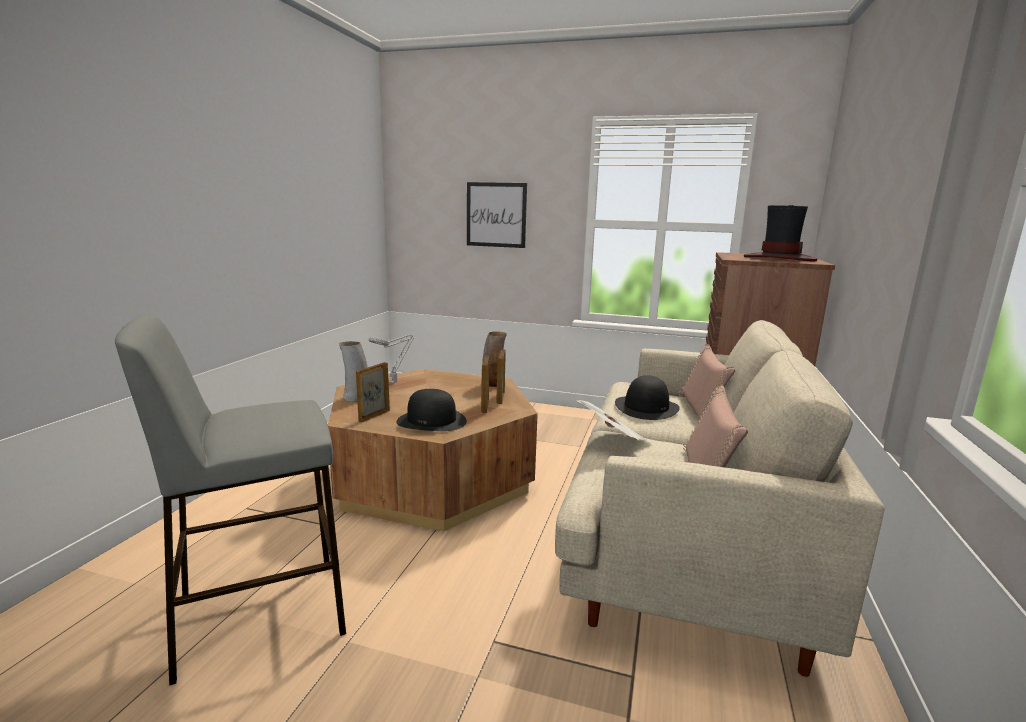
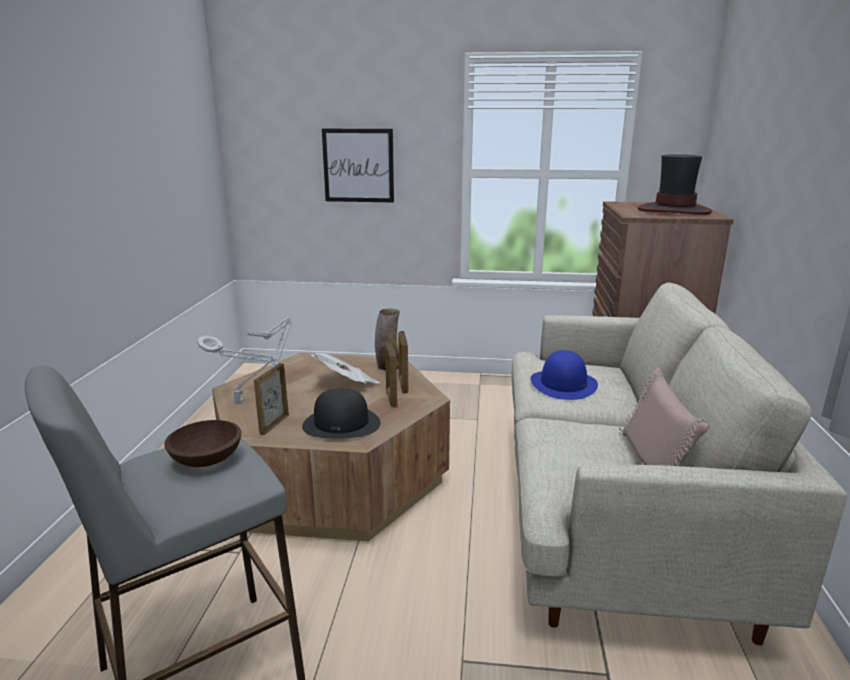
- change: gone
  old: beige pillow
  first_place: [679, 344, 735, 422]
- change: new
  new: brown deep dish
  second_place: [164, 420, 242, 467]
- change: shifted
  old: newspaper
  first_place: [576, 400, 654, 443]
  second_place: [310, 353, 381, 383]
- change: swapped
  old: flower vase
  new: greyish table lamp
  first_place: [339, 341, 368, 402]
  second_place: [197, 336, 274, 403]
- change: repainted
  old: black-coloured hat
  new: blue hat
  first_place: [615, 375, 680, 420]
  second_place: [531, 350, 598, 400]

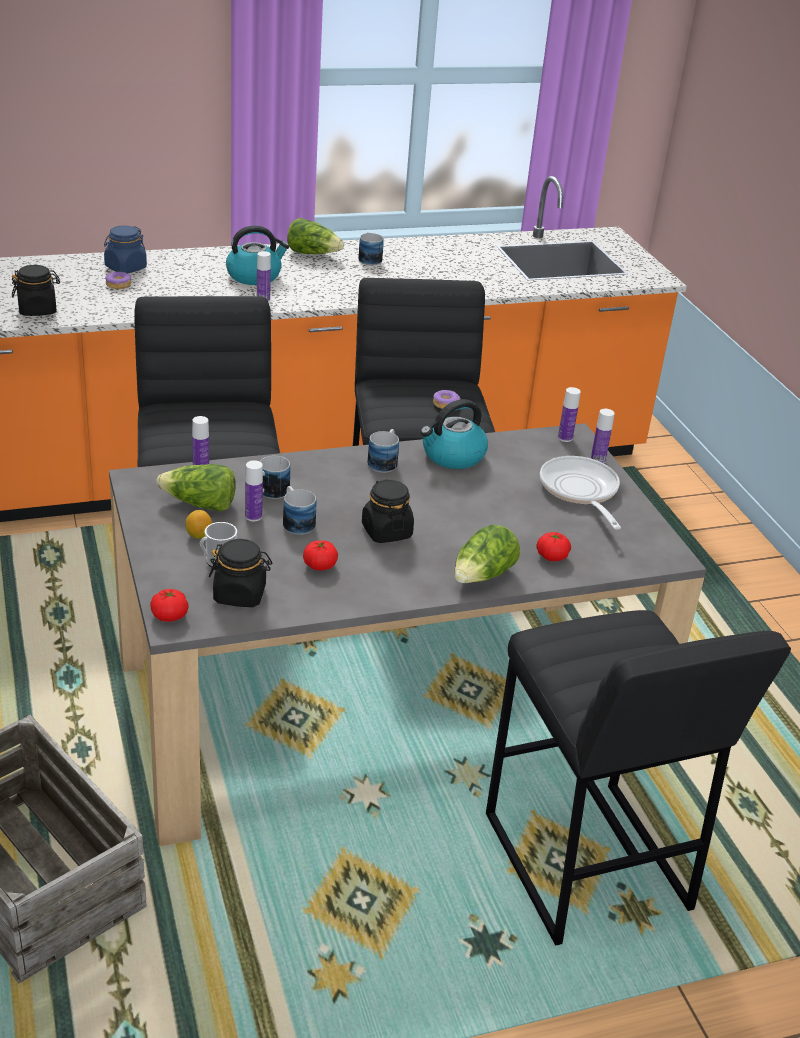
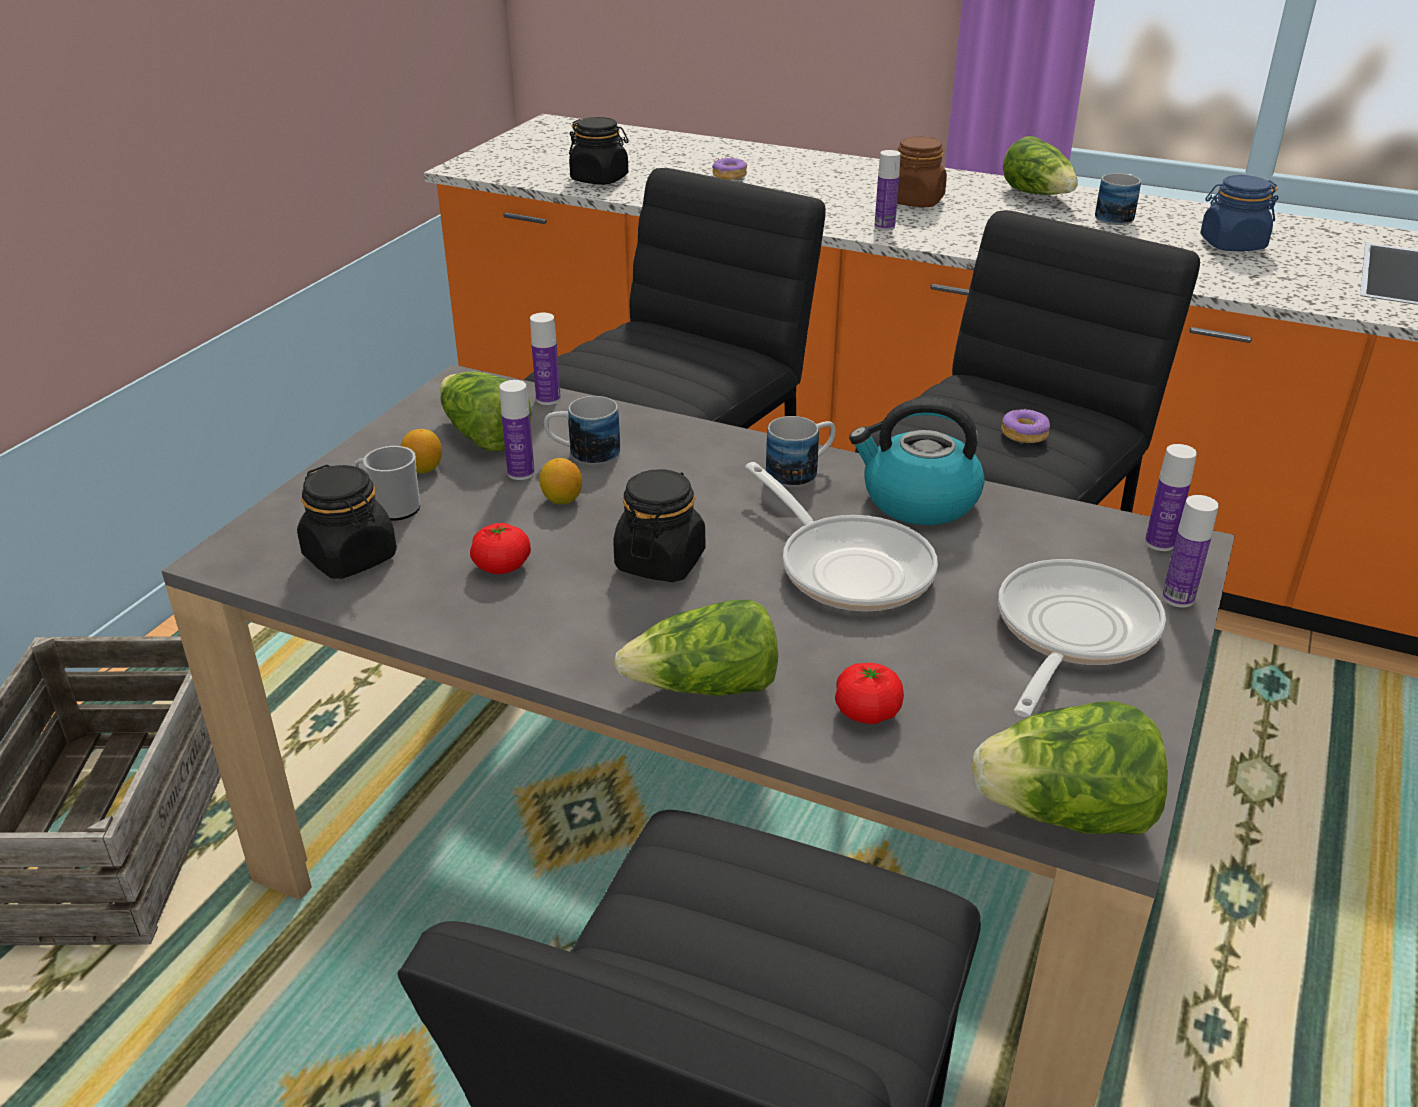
- change: gone
  old: tomato
  first_place: [150, 589, 189, 622]
- change: new
  new: skillet
  second_place: [745, 462, 938, 612]
- change: new
  new: lettuce head
  second_place: [972, 701, 1168, 835]
- change: shifted
  old: blue storage jar
  first_place: [104, 226, 147, 273]
  second_place: [1200, 175, 1279, 251]
- change: swapped
  old: tea kettle
  new: brown storage jar
  first_place: [226, 225, 289, 285]
  second_place: [897, 136, 947, 207]
- change: swapped
  old: mug
  new: citrus fruit
  first_place: [283, 486, 316, 535]
  second_place: [539, 458, 582, 504]

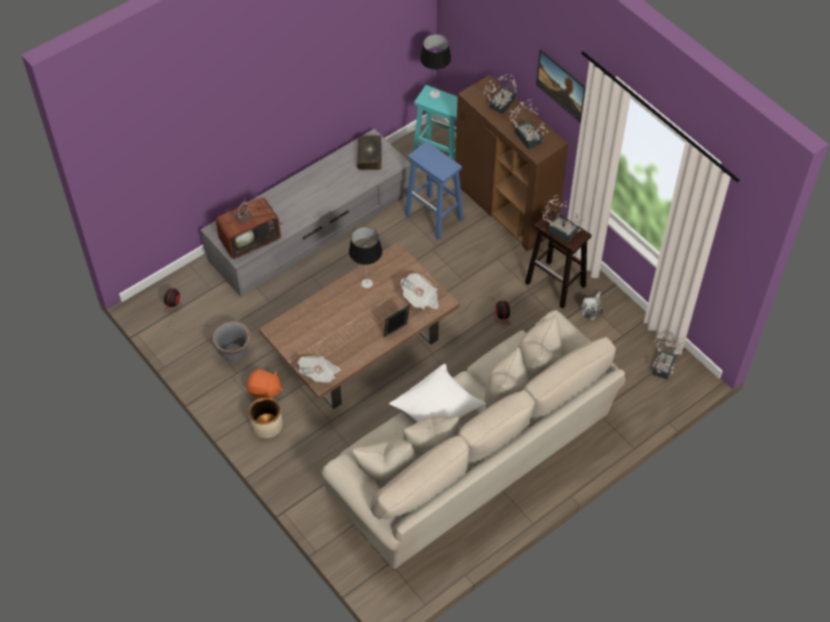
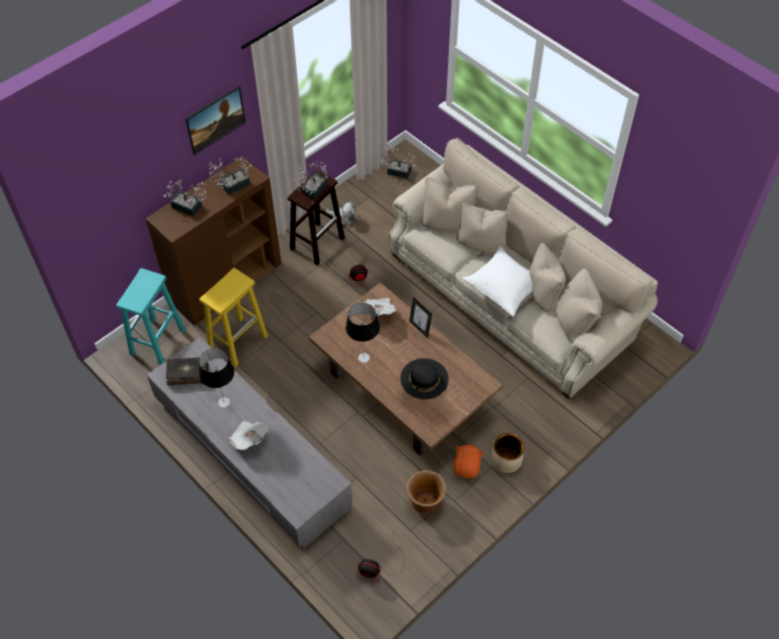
- change: gone
  old: TV set
  first_place: [216, 185, 283, 259]
- change: new
  new: black-coloured hat
  second_place: [400, 358, 449, 399]
- change: shifted
  old: newspaper
  first_place: [298, 356, 341, 383]
  second_place: [229, 421, 269, 450]
- change: shifted
  old: table lamp
  first_place: [420, 34, 451, 98]
  second_place: [199, 348, 234, 407]
- change: repainted
  old: greyish flower pot
  new: brown flower pot
  first_place: [213, 321, 251, 362]
  second_place: [406, 470, 446, 513]
- change: repainted
  old: blue stool seat
  new: yellow-coloured stool seat
  first_place: [405, 141, 463, 240]
  second_place: [199, 268, 268, 367]

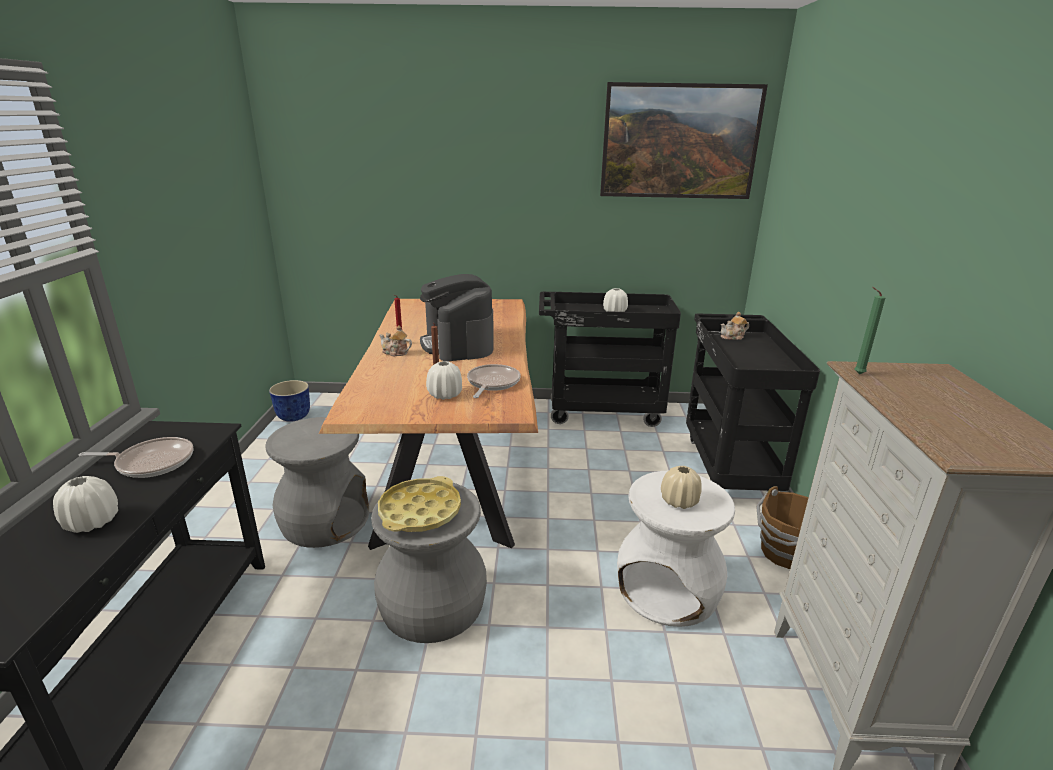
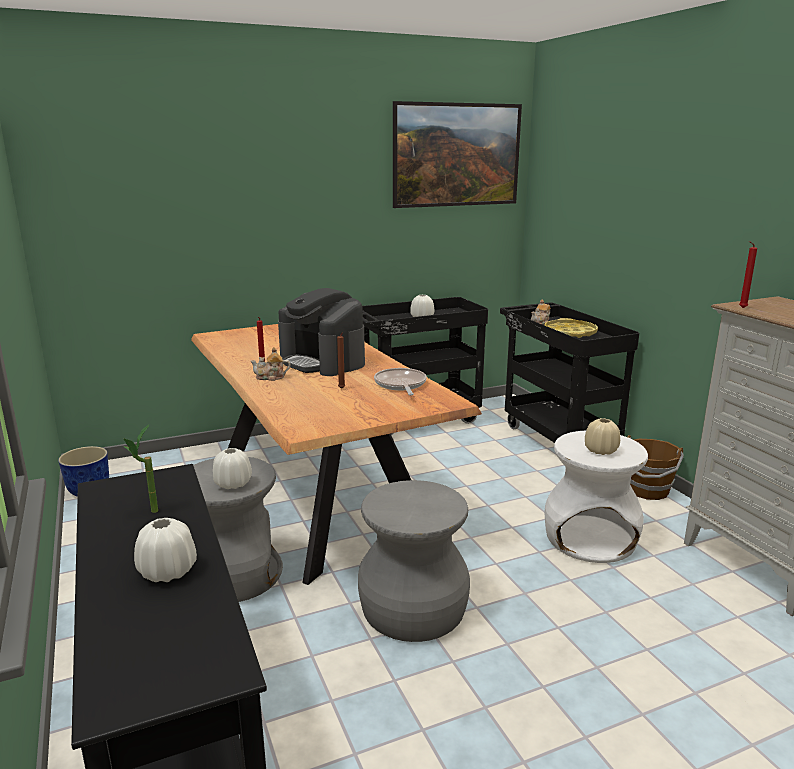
- change: shifted
  old: yellow-coloured tray
  first_place: [378, 476, 461, 532]
  second_place: [544, 318, 598, 338]
- change: shifted
  old: white flower vase
  first_place: [426, 361, 462, 400]
  second_place: [213, 448, 252, 489]
- change: swapped
  old: skillet
  new: plant in a pot
  first_place: [79, 437, 193, 478]
  second_place: [124, 424, 158, 513]
- change: repainted
  old: greenish wax light
  new: reddish wax light
  first_place: [854, 287, 885, 374]
  second_place: [739, 241, 757, 308]

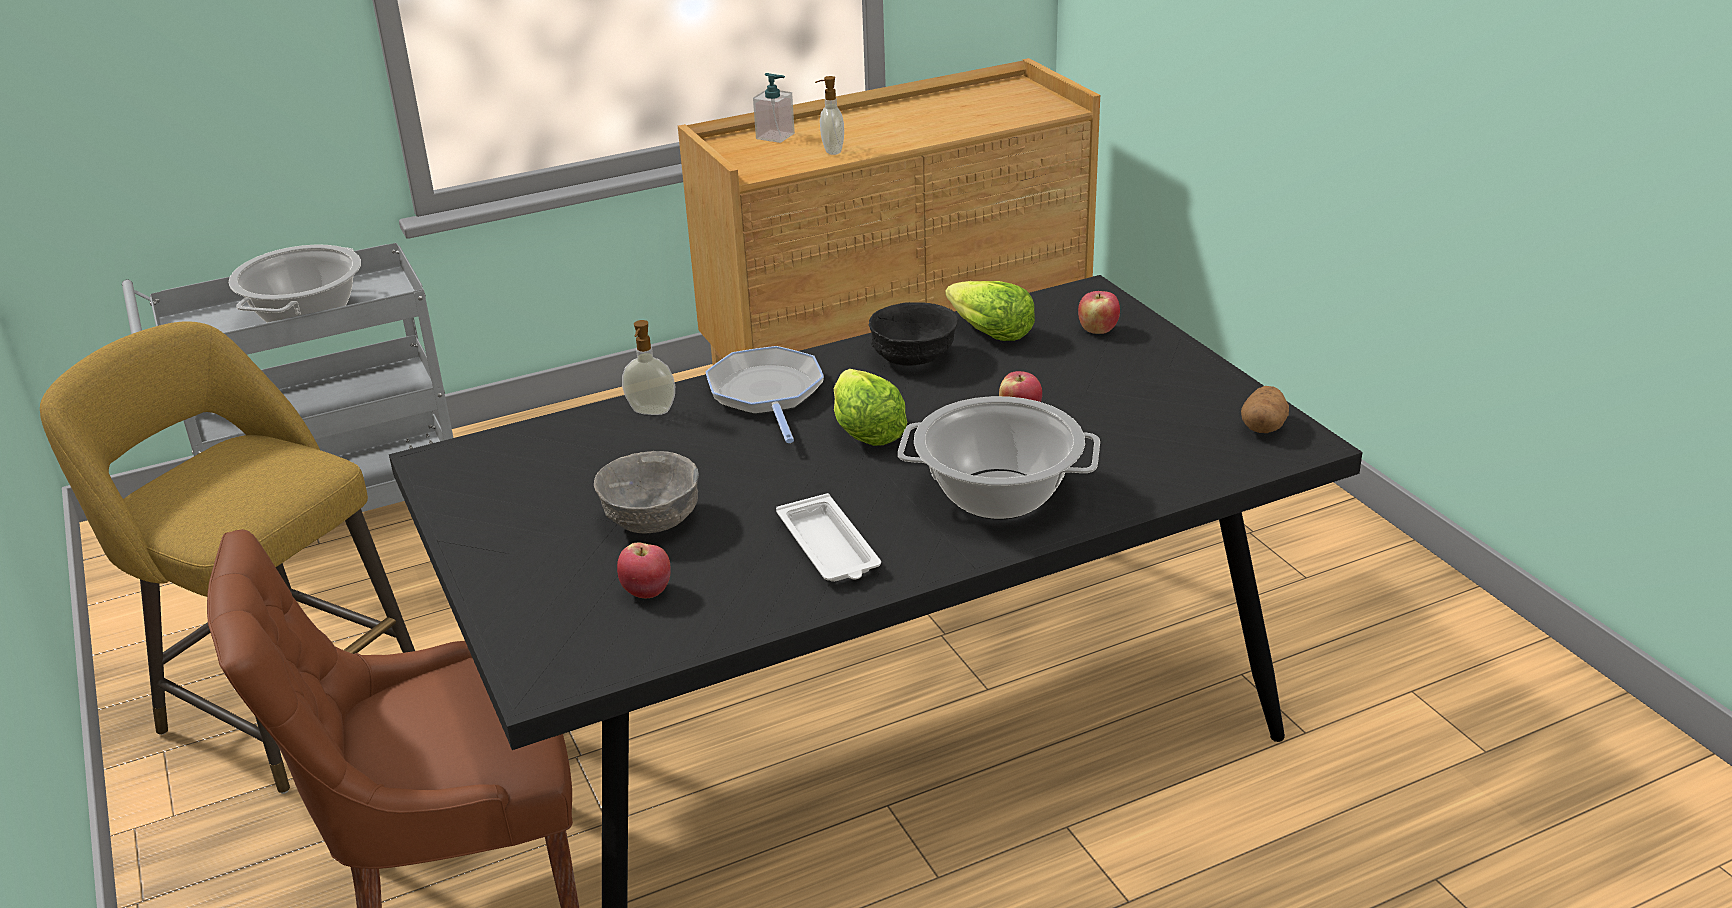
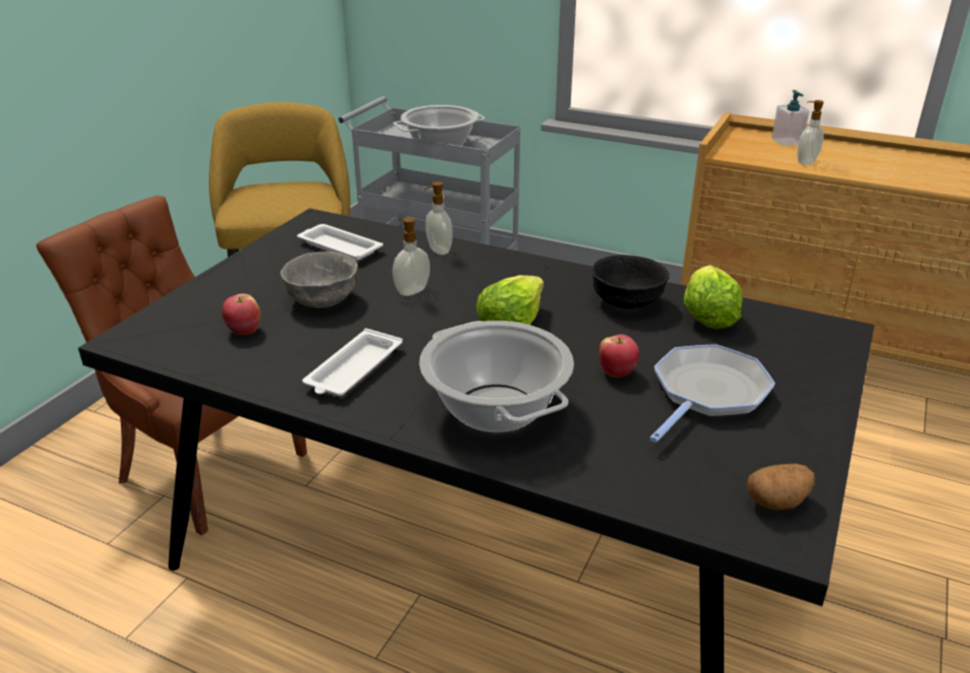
- change: gone
  old: apple fruit
  first_place: [1078, 291, 1120, 334]
- change: new
  new: white tray
  second_place: [297, 224, 383, 261]
- change: new
  new: soap bottle
  second_place: [393, 217, 430, 296]
- change: shifted
  old: skillet
  first_place: [705, 346, 824, 443]
  second_place: [650, 344, 775, 442]

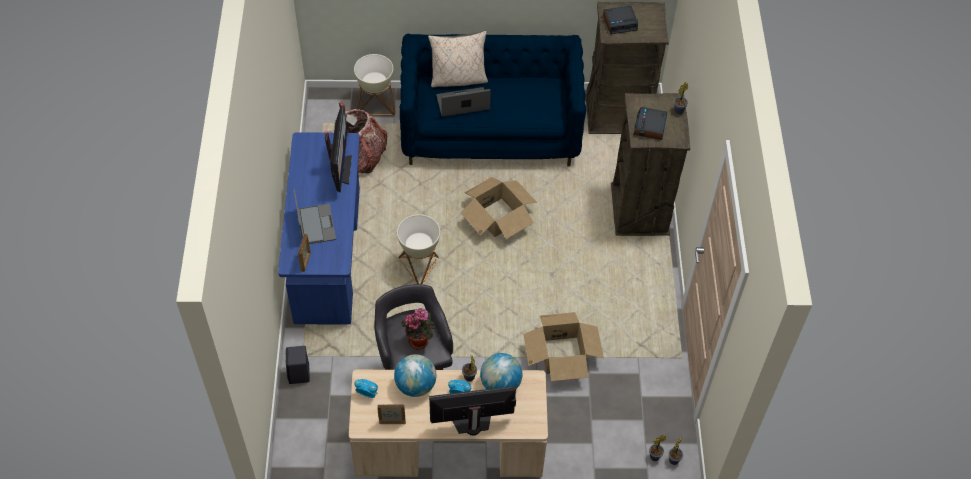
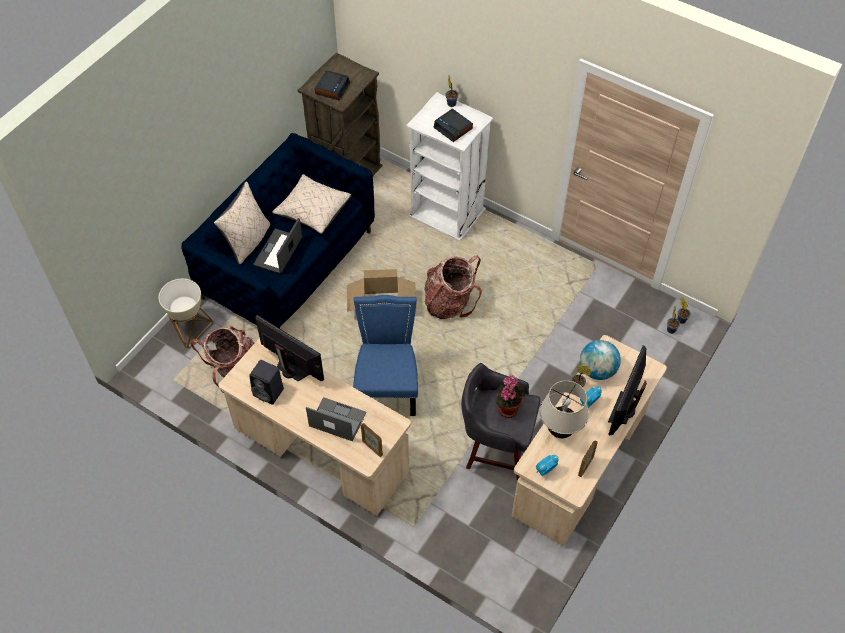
- change: gone
  old: packing box
  first_place: [523, 312, 604, 382]
- change: new
  new: beige pillow
  second_place: [272, 174, 352, 234]
- change: new
  new: rucksack
  second_place: [424, 255, 482, 319]
- change: shifted
  old: black-coloured audio speaker
  first_place: [285, 346, 310, 384]
  second_place: [249, 360, 284, 405]
- change: swapped
  old: desk globe
  new: beige table lamp
  first_place: [394, 354, 436, 397]
  second_place: [540, 380, 589, 438]
- change: swapped
  old: flower pot
  new: blue chair
  first_place: [397, 214, 440, 284]
  second_place: [353, 295, 418, 416]
- change: repainted
  old: blue desk
  new: beige desk
  first_place: [278, 132, 360, 325]
  second_place: [218, 338, 411, 516]
- change: repainted
  old: brown shelving unit
  new: white shelving unit
  first_place: [611, 93, 690, 236]
  second_place: [406, 92, 493, 241]

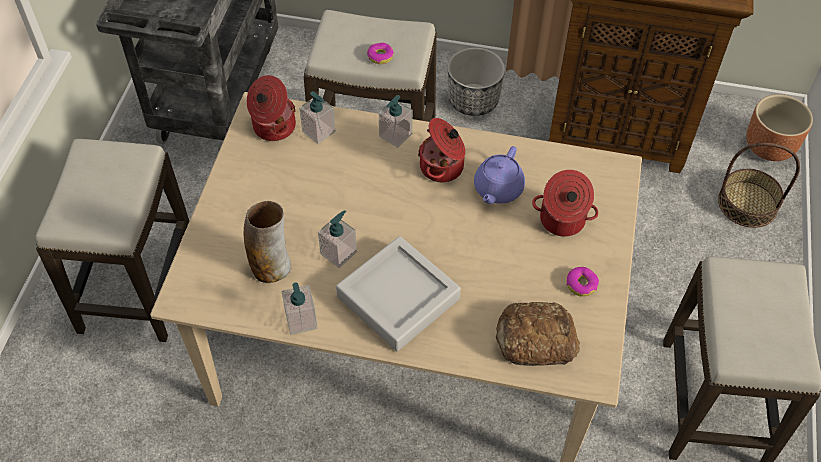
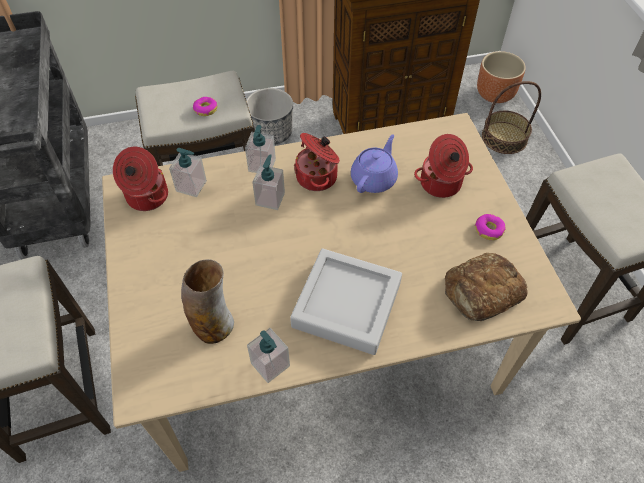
- change: shifted
  old: soap bottle
  first_place: [318, 210, 357, 268]
  second_place: [252, 155, 285, 210]
- change: rotated
  old: purple teapot
  first_place: [474, 146, 525, 204]
  second_place: [351, 134, 398, 193]
  degrees: -150

